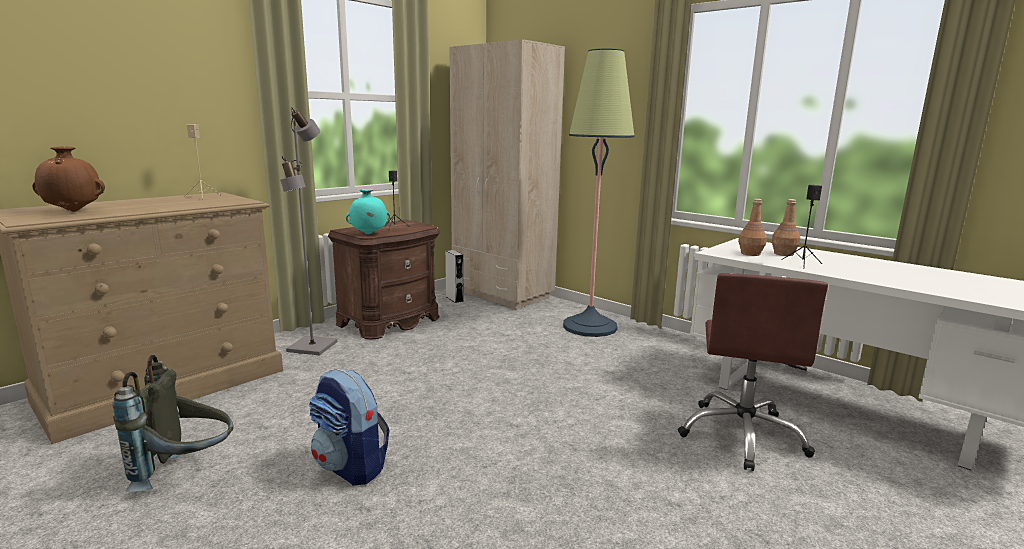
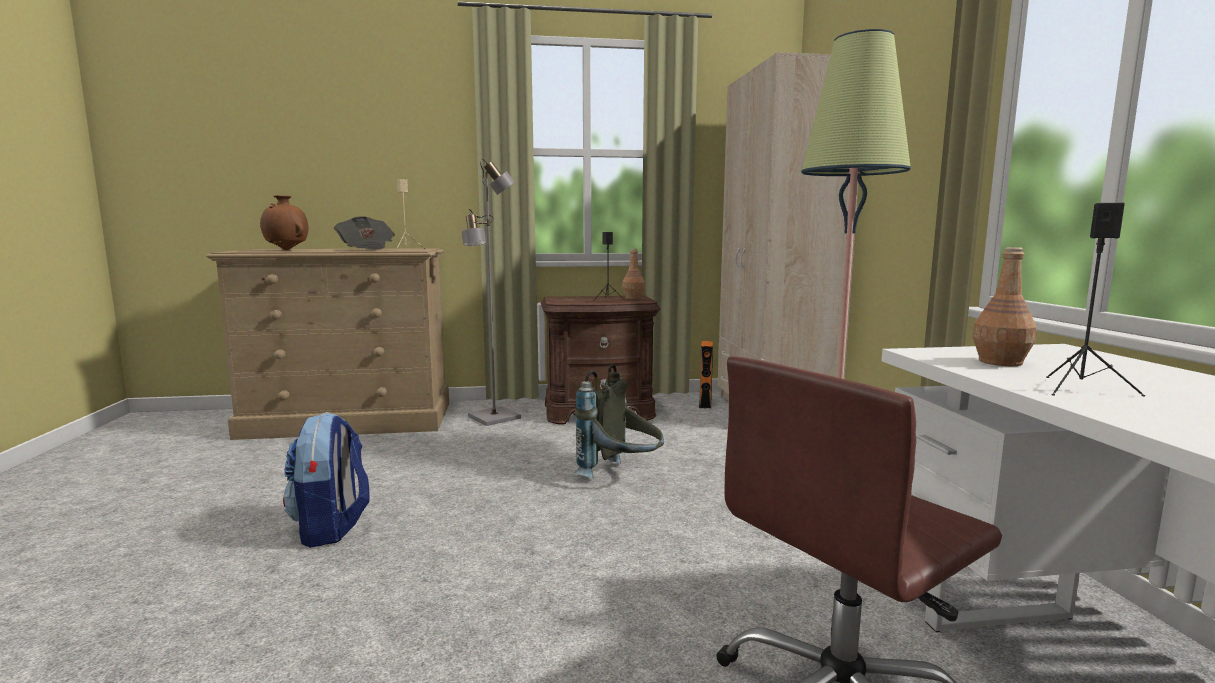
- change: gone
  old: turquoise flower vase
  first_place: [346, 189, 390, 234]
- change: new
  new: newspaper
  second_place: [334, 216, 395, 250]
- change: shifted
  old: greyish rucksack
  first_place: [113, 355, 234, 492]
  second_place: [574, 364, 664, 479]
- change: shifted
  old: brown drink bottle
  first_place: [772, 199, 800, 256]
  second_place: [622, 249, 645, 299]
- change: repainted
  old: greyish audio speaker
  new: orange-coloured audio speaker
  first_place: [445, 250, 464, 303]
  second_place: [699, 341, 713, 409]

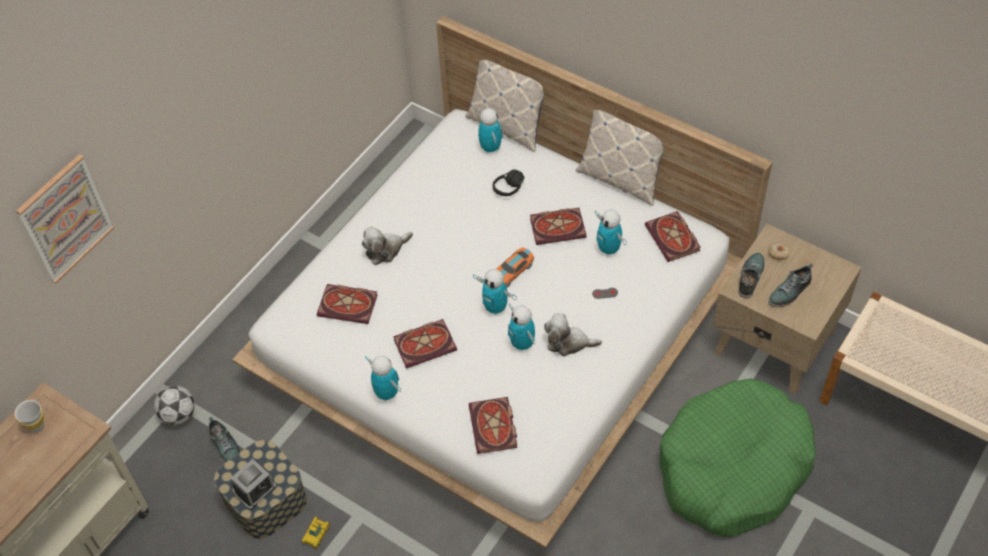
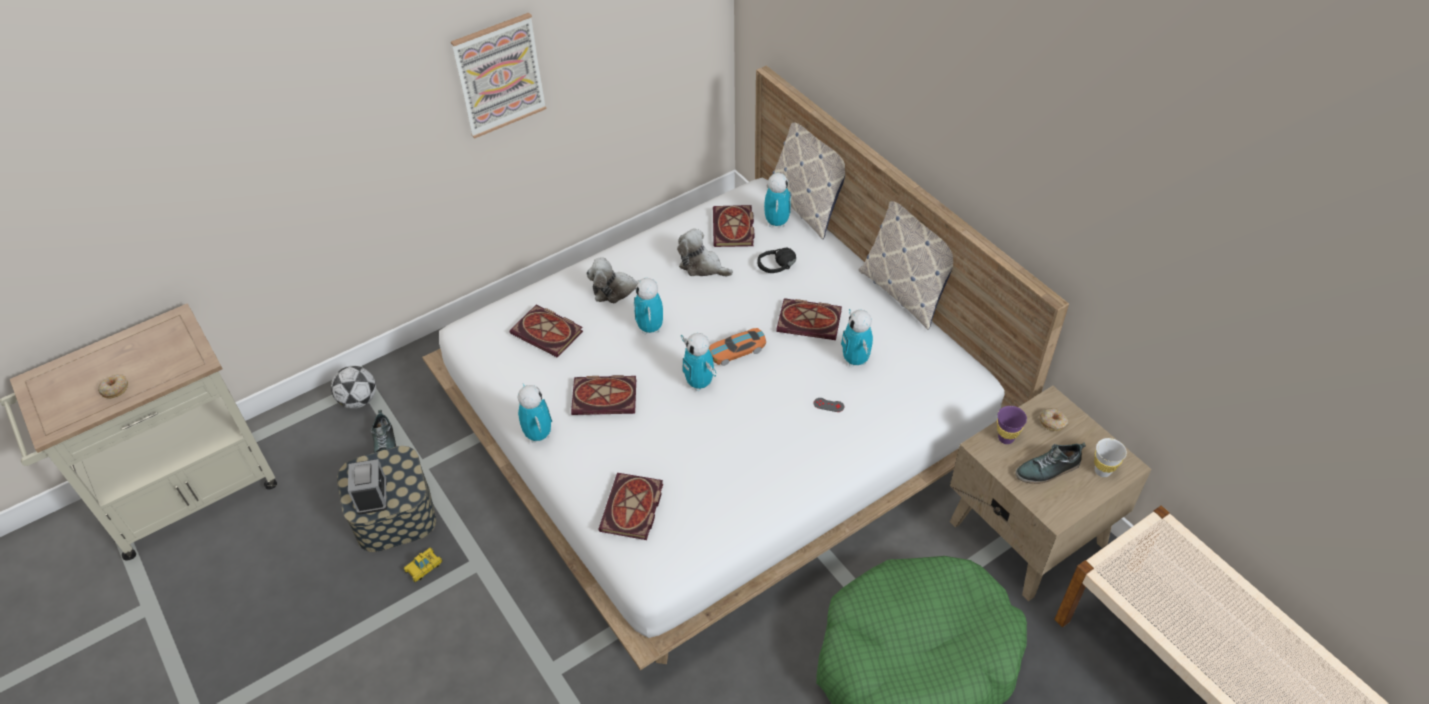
- change: new
  new: donut
  second_place: [98, 374, 128, 399]
- change: shifted
  old: white cup
  first_place: [15, 400, 45, 433]
  second_place: [1094, 438, 1127, 477]
- change: shifted
  old: picture
  first_place: [16, 154, 114, 283]
  second_place: [451, 13, 547, 139]
- change: shifted
  old: toy robot
  first_place: [508, 303, 535, 352]
  second_place: [634, 278, 663, 334]
- change: shifted
  old: soft toy
  first_place: [544, 313, 602, 356]
  second_place: [677, 228, 733, 277]
- change: shifted
  old: book
  first_place: [645, 211, 701, 262]
  second_place: [713, 205, 755, 247]
- change: swapped
  old: low shoe
  new: purple cup
  first_place: [739, 253, 765, 299]
  second_place: [997, 406, 1027, 444]
- change: rotated
  old: alarm clock
  first_place: [231, 459, 276, 510]
  second_place: [348, 459, 387, 515]
  degrees: -75

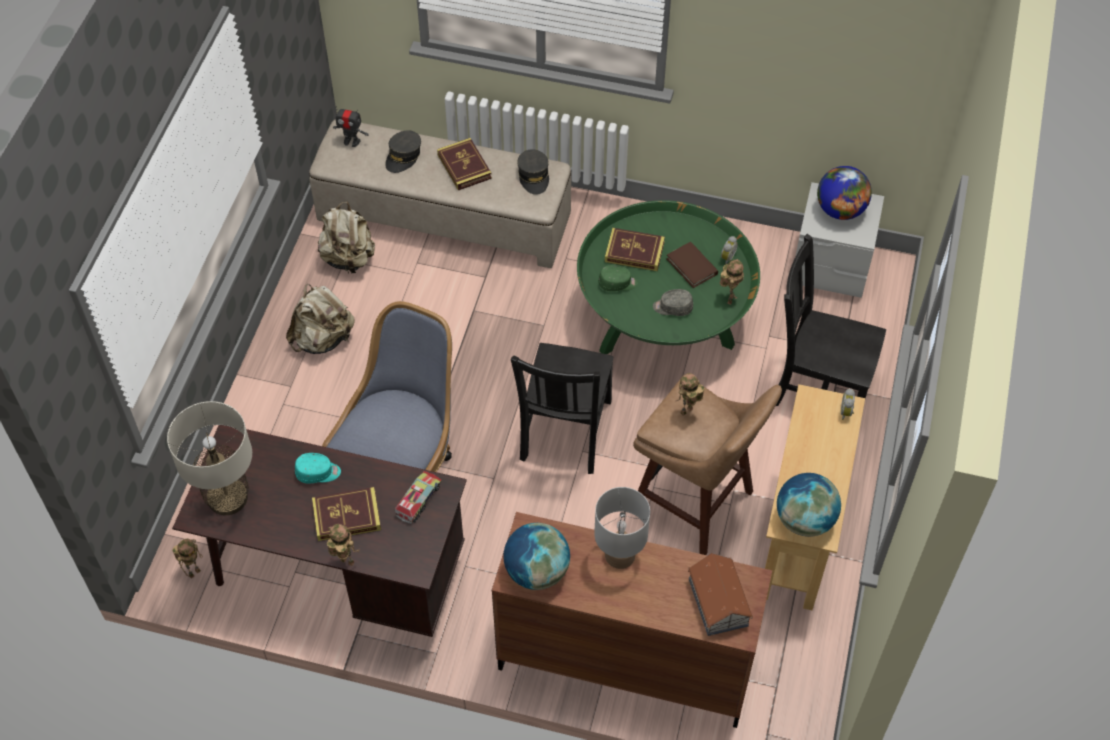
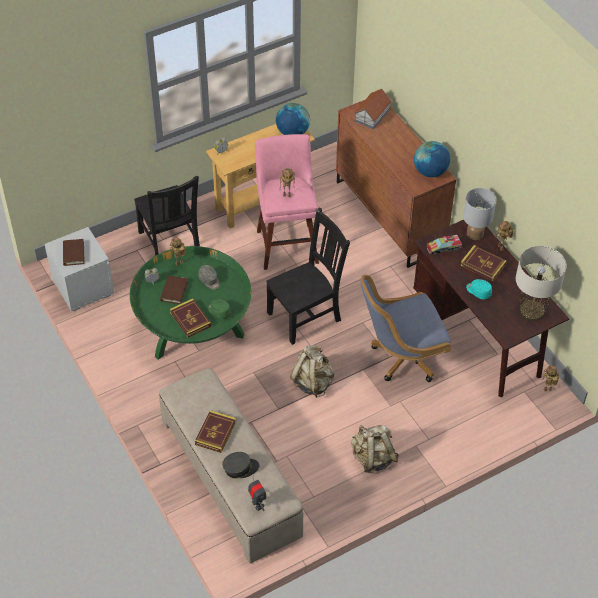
- change: gone
  old: greyish peaked cap
  first_place: [517, 149, 549, 195]
- change: shifted
  old: beige rucksack
  first_place: [318, 202, 375, 274]
  second_place: [290, 345, 334, 398]
- change: shifted
  old: greyish table lamp
  first_place: [594, 487, 650, 569]
  second_place: [463, 188, 496, 240]
- change: swapped
  old: desk globe
  new: brown book
  first_place: [817, 166, 872, 220]
  second_place: [63, 239, 85, 266]
- change: repainted
  old: brown stool seat
  new: pink-coloured stool seat
  first_place: [633, 380, 782, 555]
  second_place: [255, 134, 319, 270]

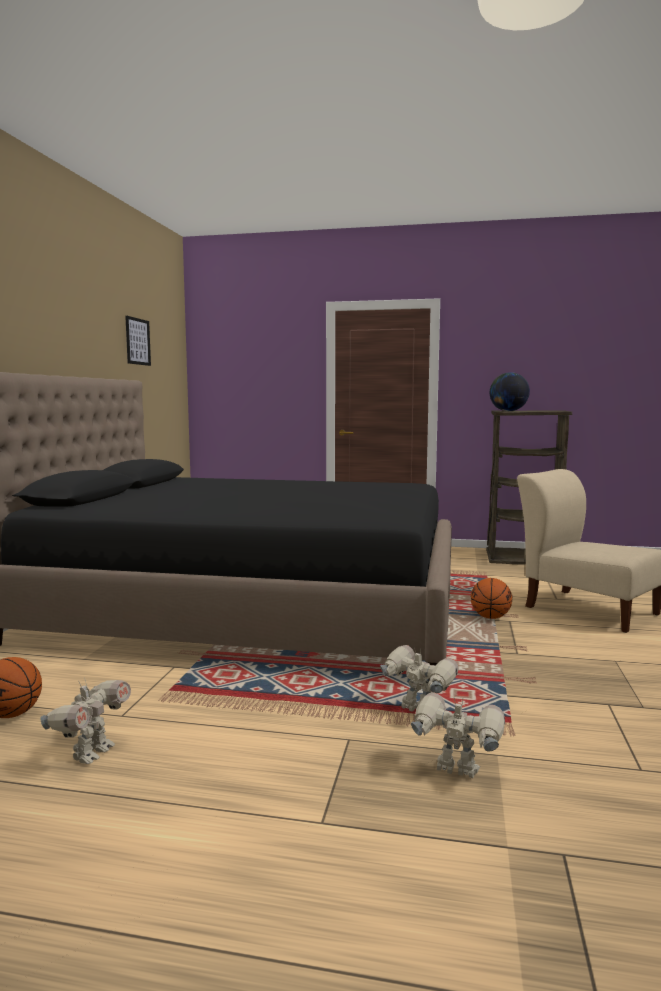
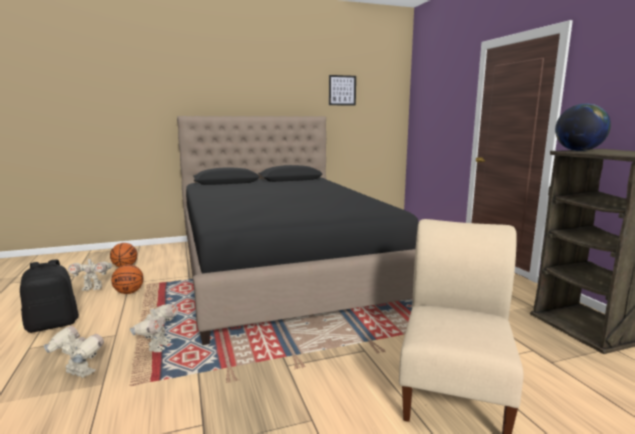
- change: new
  new: black-coloured rucksack
  second_place: [20, 259, 79, 333]
- change: shifted
  old: ball for basketball
  first_place: [471, 578, 512, 619]
  second_place: [111, 264, 144, 294]
- change: rotated
  old: toy robot
  first_place: [411, 693, 505, 778]
  second_place: [44, 326, 104, 378]
  degrees: -60

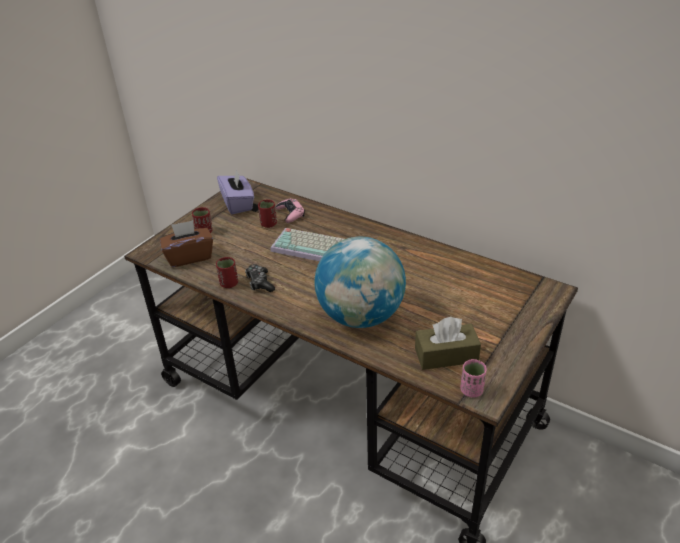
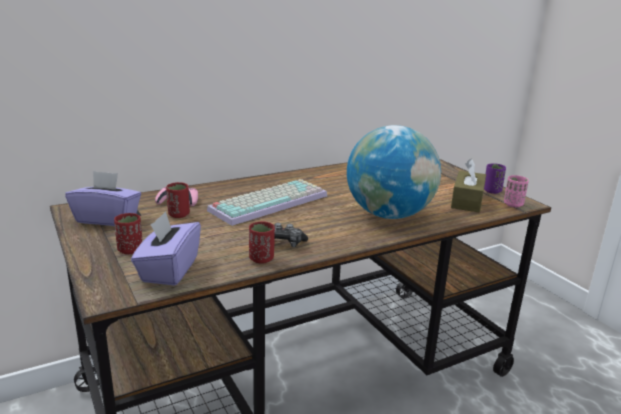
- change: new
  new: purple cup
  second_place: [484, 163, 506, 194]
- change: repainted
  old: brown box of tissues
  new: purple box of tissues
  first_place: [160, 220, 213, 267]
  second_place: [131, 211, 201, 286]

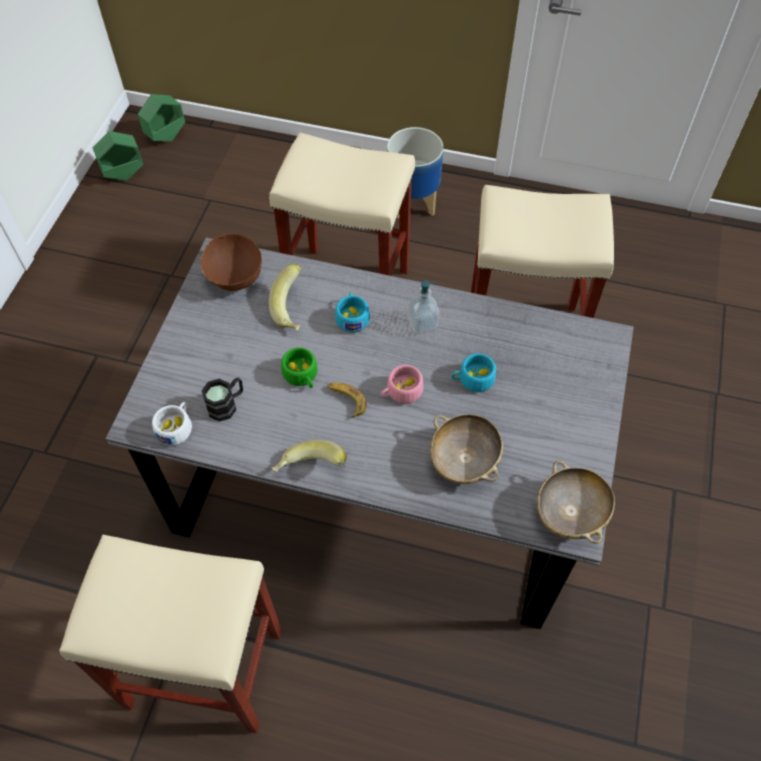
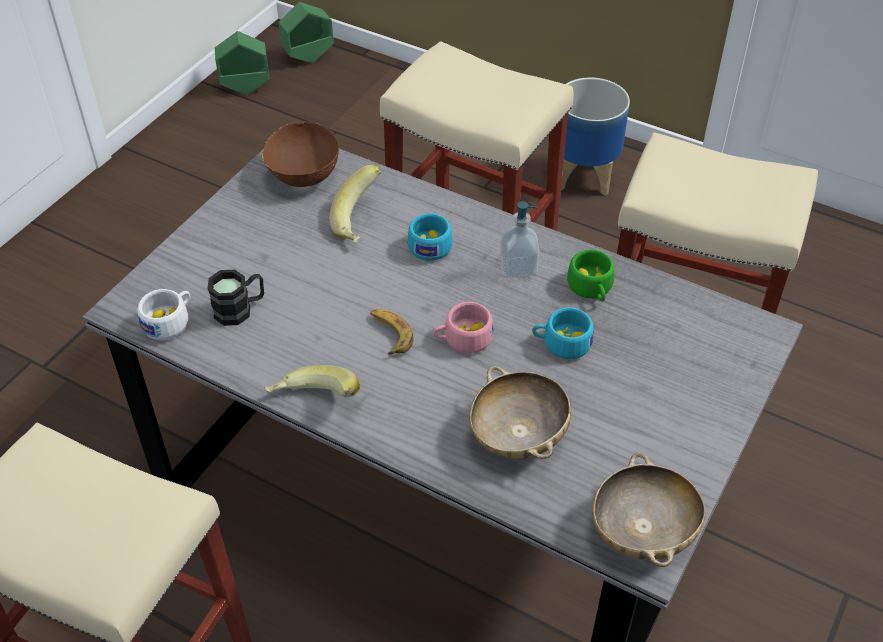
- change: shifted
  old: greenish cup
  first_place: [281, 347, 318, 388]
  second_place: [567, 249, 614, 302]

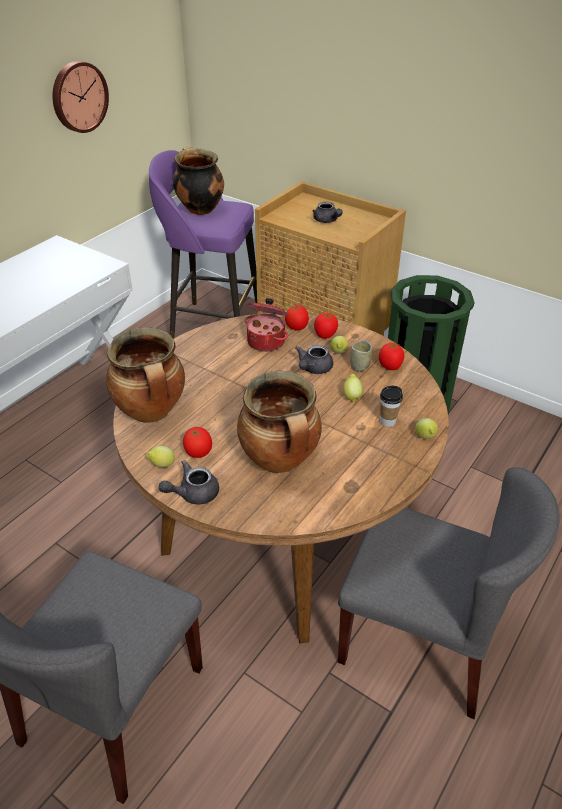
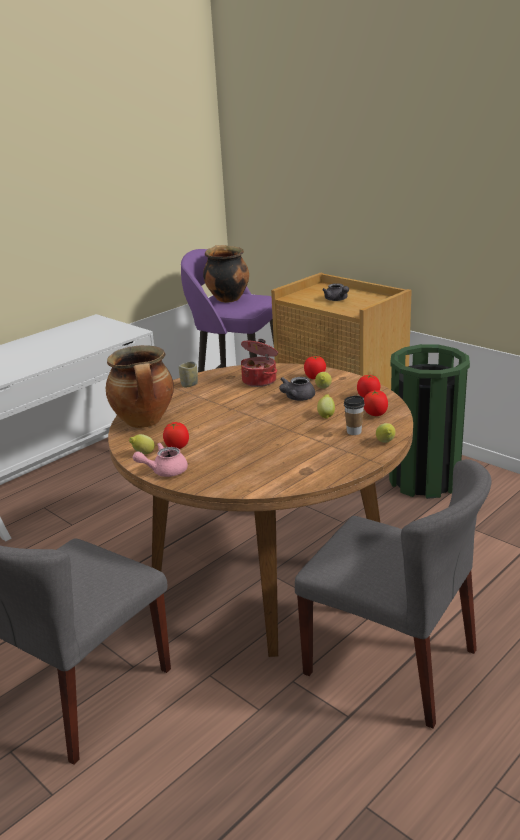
- change: gone
  old: clock on the wall
  first_place: [52, 61, 109, 133]
- change: gone
  old: stockpot
  first_place: [237, 371, 322, 473]
- change: shifted
  old: tomato
  first_place: [285, 305, 309, 330]
  second_place: [364, 390, 388, 416]
- change: shifted
  old: cup
  first_place: [350, 341, 372, 372]
  second_place: [179, 361, 198, 387]
- change: repainted
  old: greyish teapot
  new: pink-coloured teapot
  first_place: [159, 460, 219, 505]
  second_place: [132, 443, 188, 477]

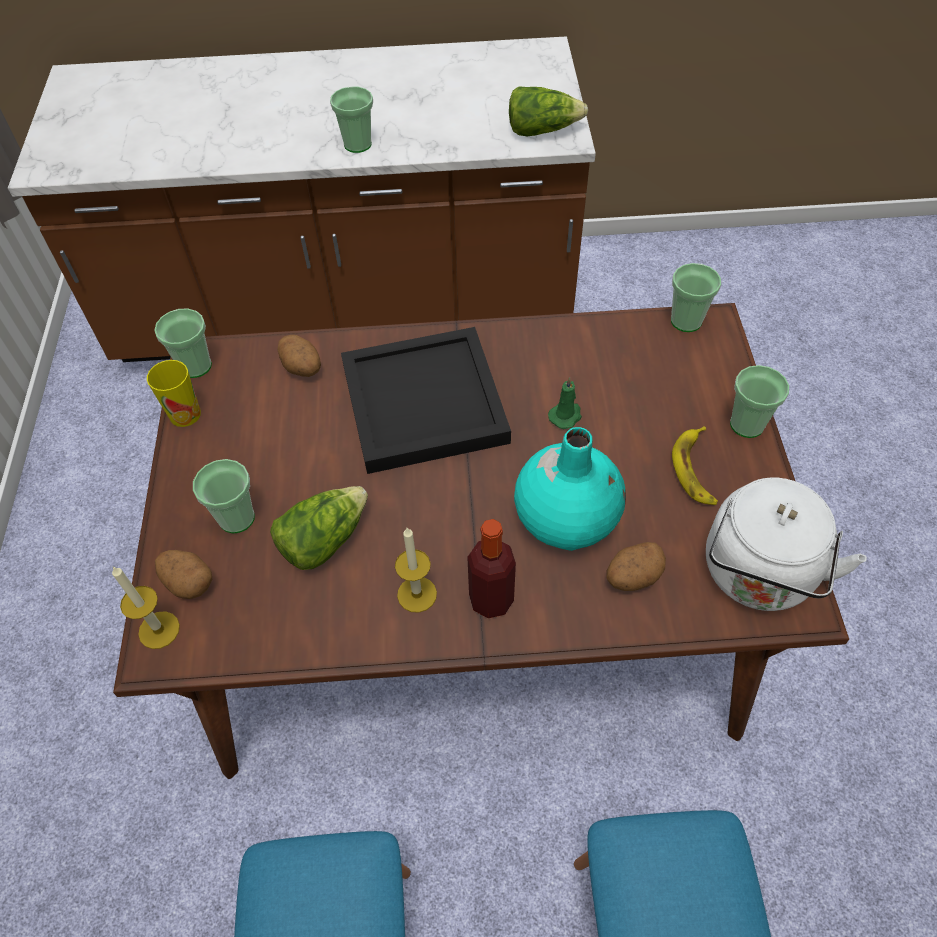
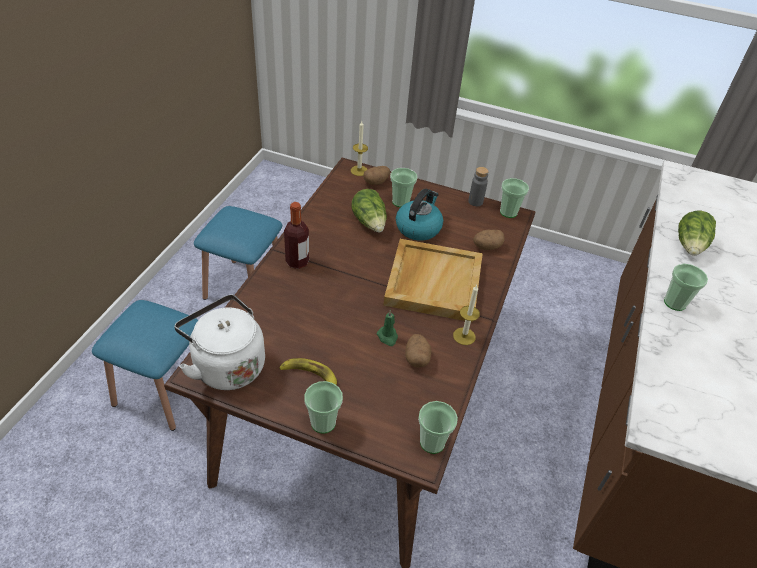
- change: gone
  old: turquoise flower vase
  first_place: [514, 427, 626, 551]
- change: new
  new: tea kettle
  second_place: [396, 189, 443, 241]
- change: shifted
  old: wax light
  first_place: [395, 528, 437, 613]
  second_place: [453, 285, 480, 345]
- change: shifted
  old: lettuce head
  first_place: [509, 86, 588, 136]
  second_place: [678, 211, 716, 256]
- change: shifted
  old: spud
  first_place: [607, 542, 666, 591]
  second_place: [405, 334, 432, 368]
- change: swapped
  old: cup
  new: greyish drink bottle
  first_place: [147, 360, 201, 427]
  second_place: [468, 167, 489, 206]
- change: repainted
  old: black-coloured tray
  new: beige tray
  first_place: [341, 327, 511, 474]
  second_place: [383, 239, 483, 322]

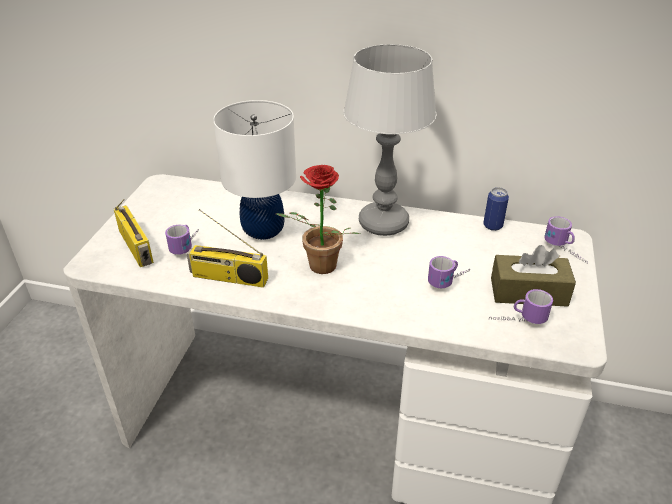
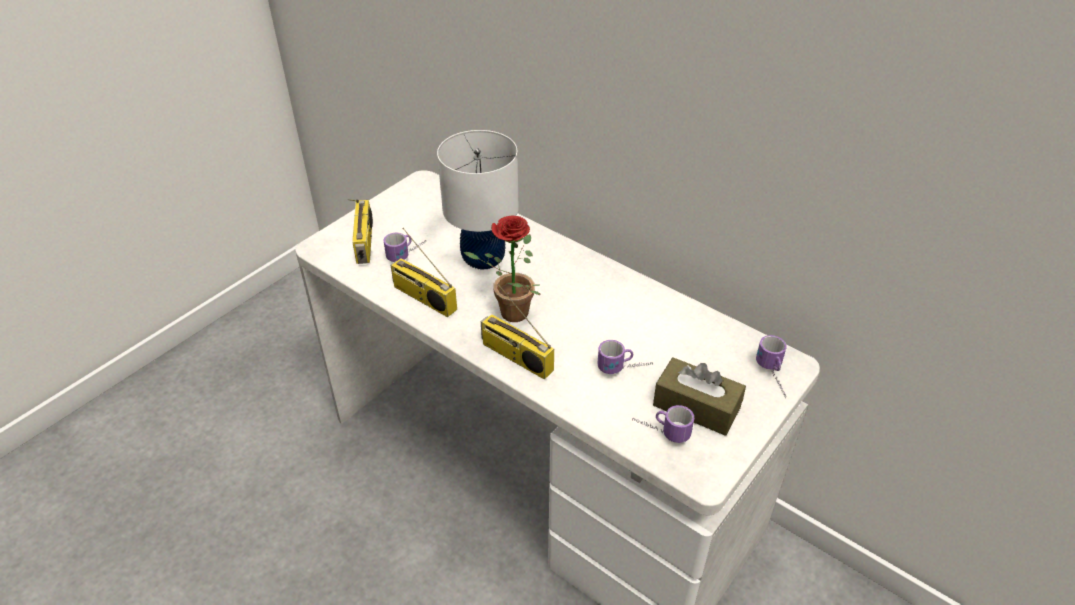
- change: gone
  old: table lamp
  first_place: [343, 44, 437, 236]
- change: gone
  old: metal can
  first_place: [483, 187, 509, 231]
- change: new
  new: radio
  second_place: [481, 284, 554, 380]

